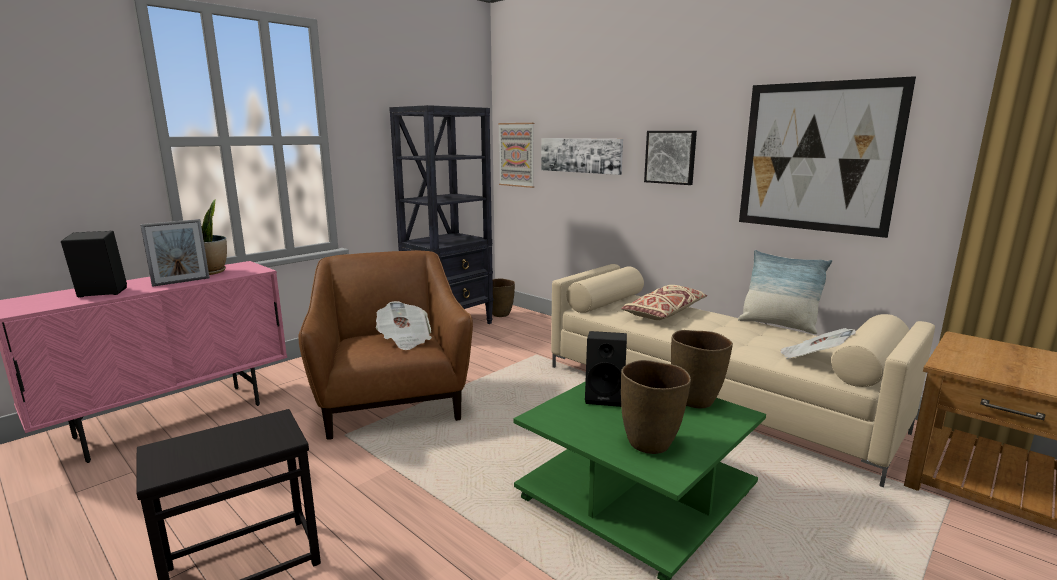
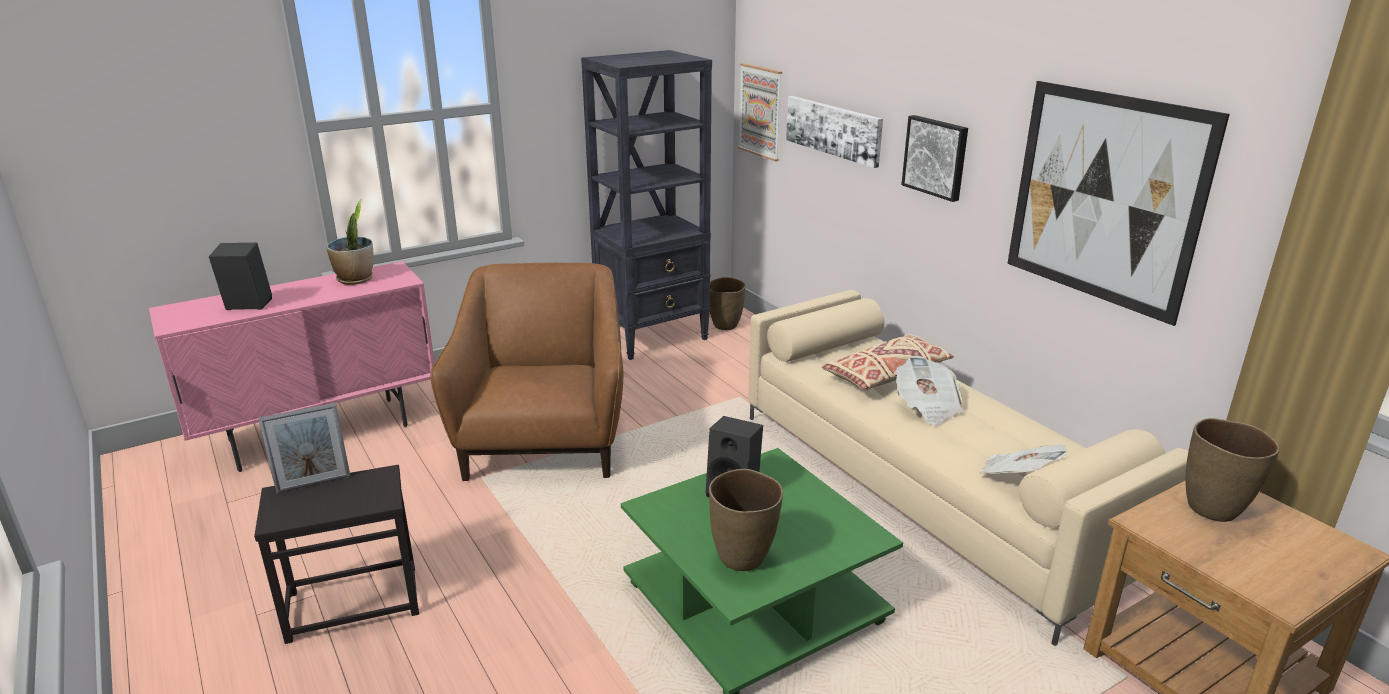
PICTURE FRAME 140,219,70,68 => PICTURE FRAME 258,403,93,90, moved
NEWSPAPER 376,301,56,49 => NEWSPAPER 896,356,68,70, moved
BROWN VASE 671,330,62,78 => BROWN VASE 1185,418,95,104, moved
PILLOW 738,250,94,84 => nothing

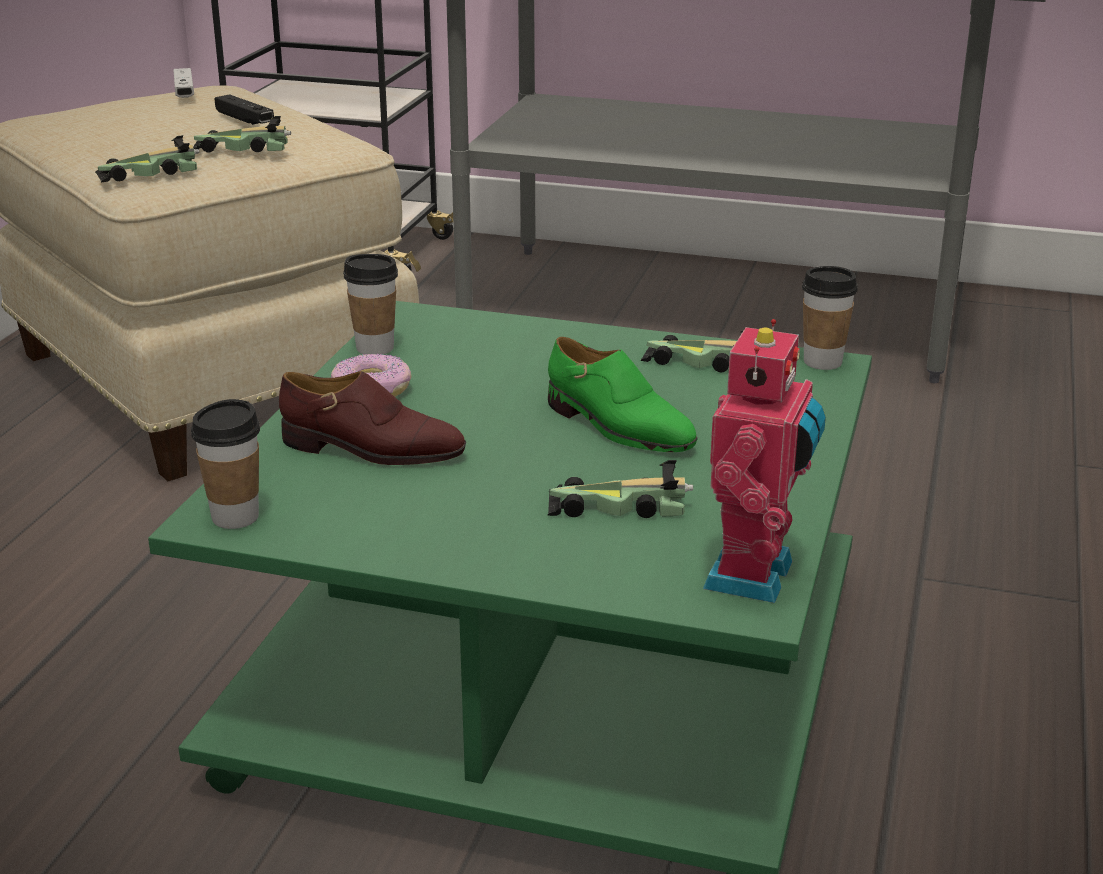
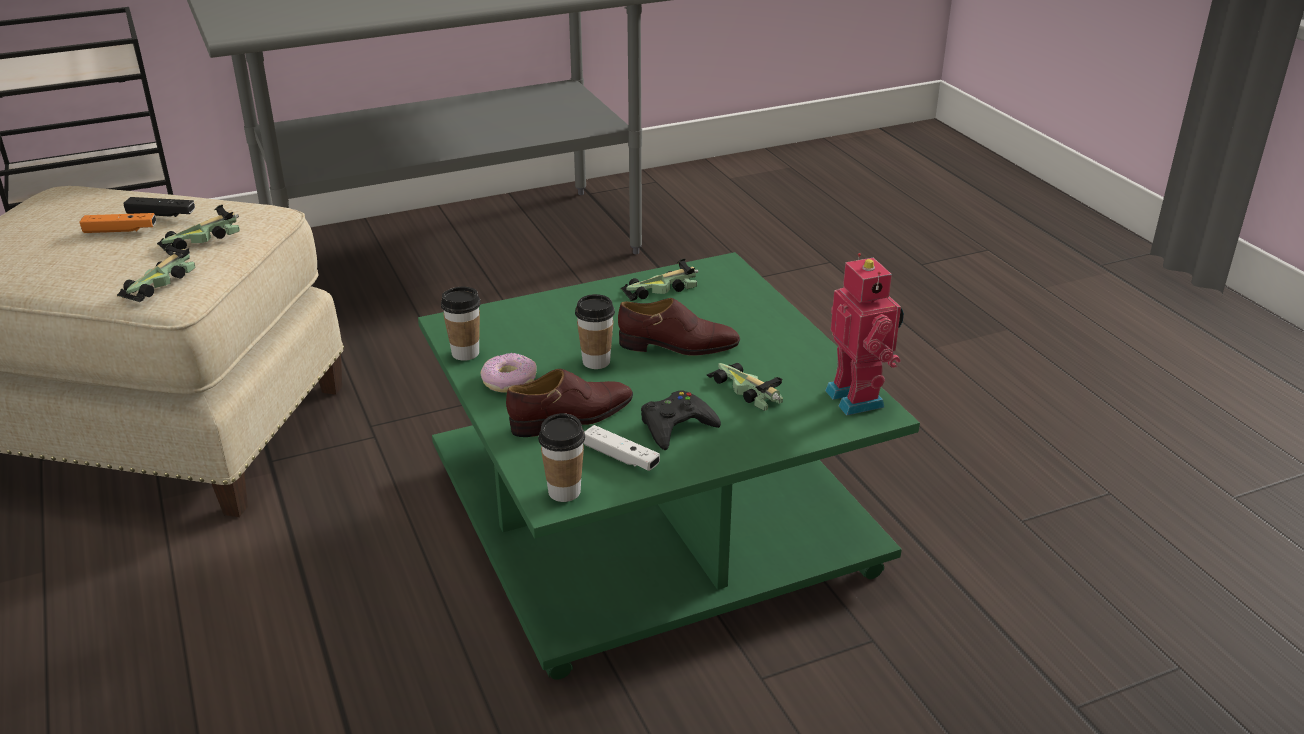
WHITE GAME CONTROLLER 173,68,21,30 => WHITE GAME CONTROLLER 583,425,77,46, moved
GREEN SHOE 548,337,150,115 => BROWN SHOE 618,298,122,58
TOY CAR 548,460,145,58 => TOY CAR 707,363,76,48, 90 degrees clockwise
CUP 802,266,56,104 => CUP 575,294,40,75, moved
nothing => ORANGE GAME CONTROLLER 79,213,77,20
nothing => BLACK GAME CONTROLLER 641,390,80,60

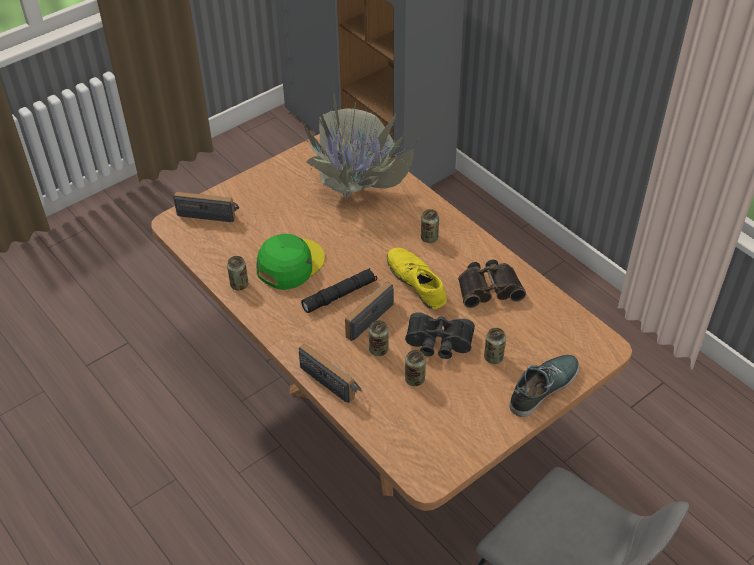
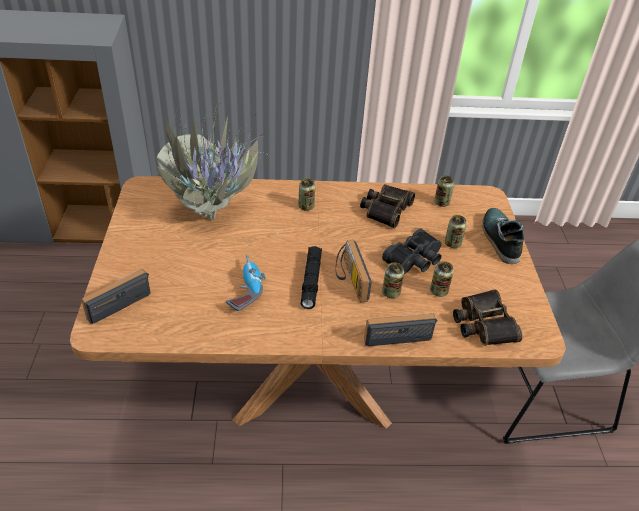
CAN 227,256,21,35 => CAN 434,175,20,32, moved
GREEN CAP 256,234,69,56 => POWER DRILL 226,255,39,56
YELLOW SHOE 387,248,60,61 => nothing
nothing => BINOCULARS 453,289,70,57

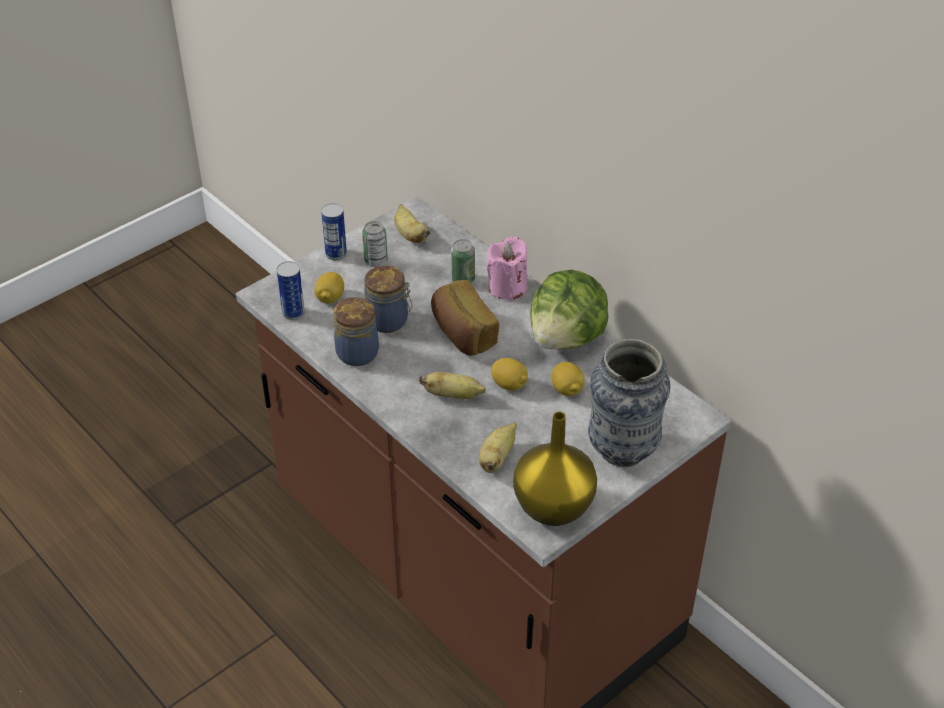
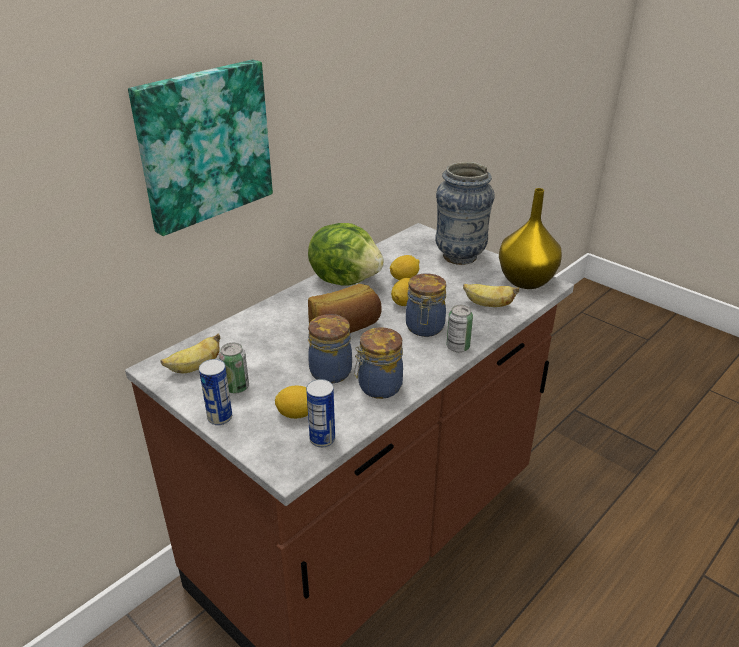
BANANA 419,372,67,27 => JAR 406,273,40,64
CAN 451,239,24,44 => CAN 447,305,26,47, moved
PINK CANDLE 486,237,41,64 => nothing
nothing => PICTURE 128,59,145,177

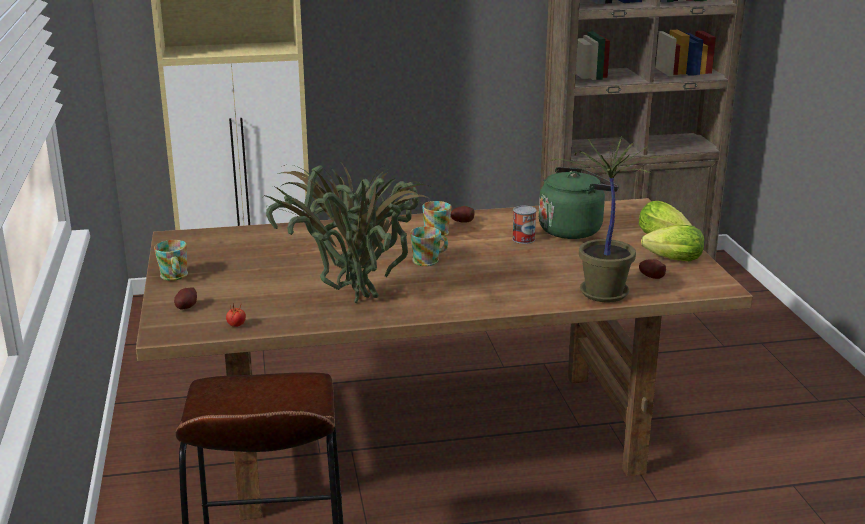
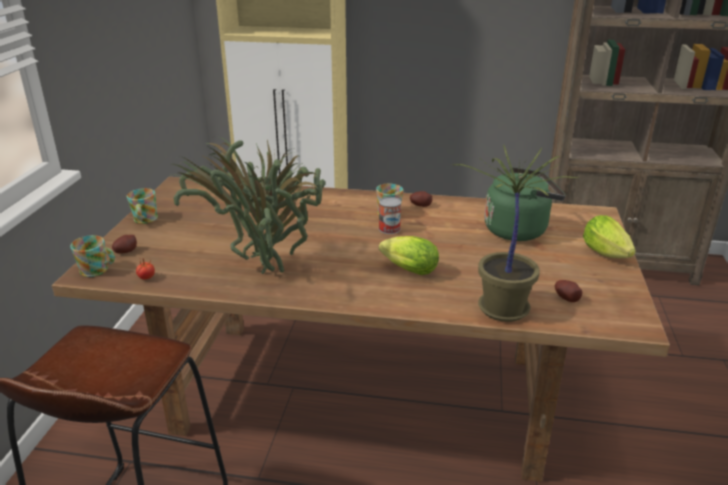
MUG 410,227,38,39 => MUG 70,235,45,42, moved
CAN 512,206,24,38 => CAN 379,197,22,37, moved
LETTUCE 641,225,63,36 => LETTUCE 379,236,60,39, moved

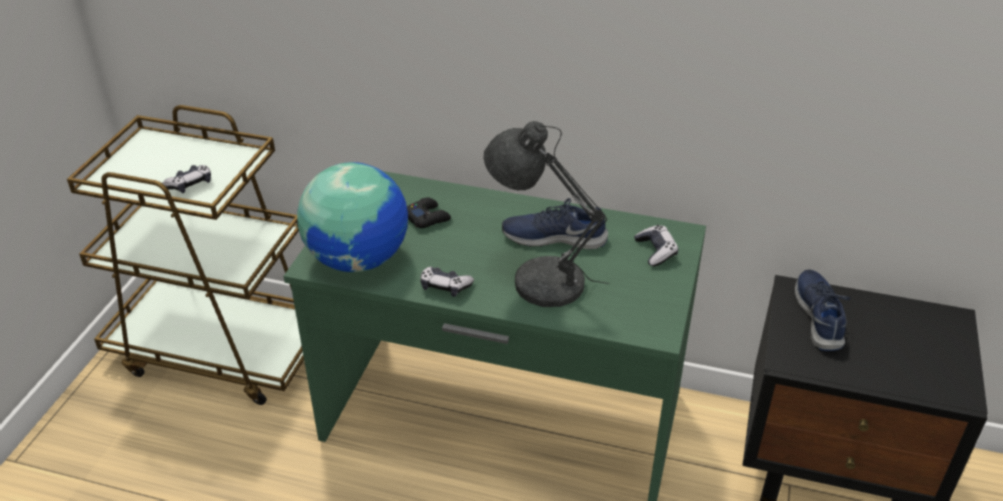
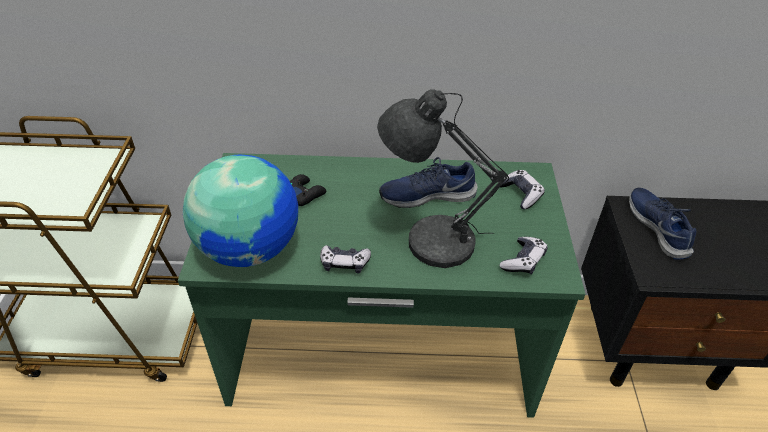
GAME CONTROLLER 163,165,48,28 => GAME CONTROLLER 500,237,48,38, moved

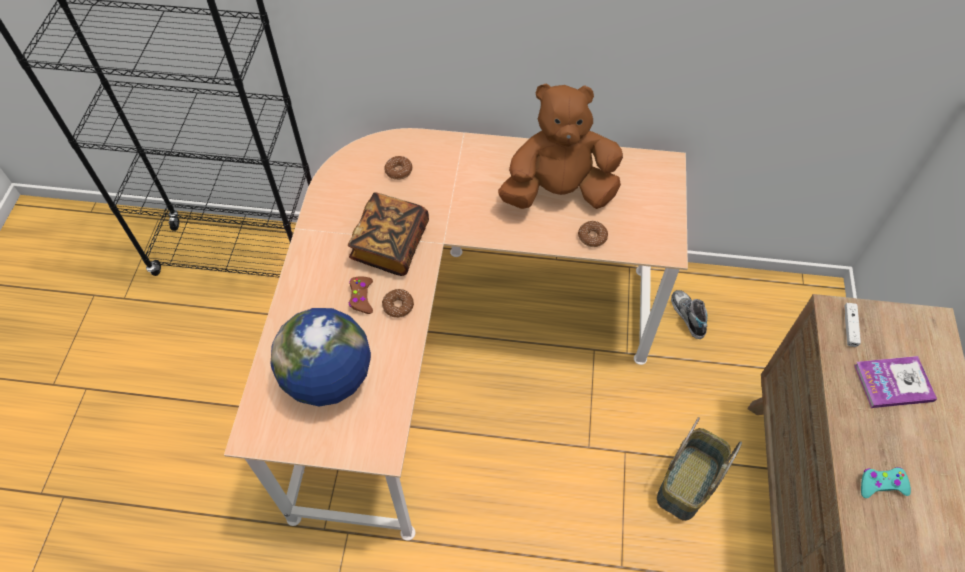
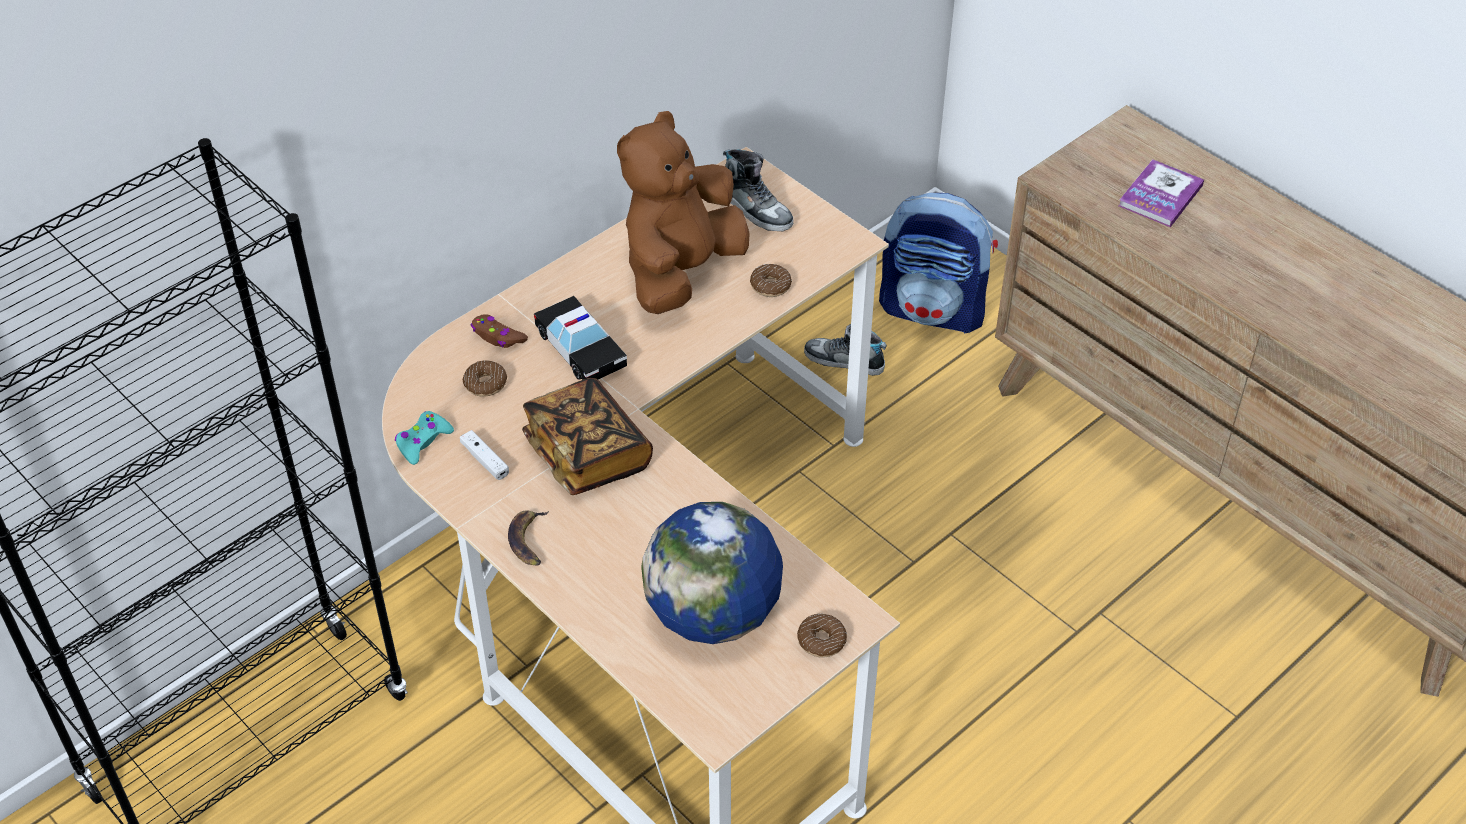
BROWN GAME CONTROLLER 349,276,24,38 => BROWN GAME CONTROLLER 471,314,57,34, moved
DONUT 382,289,32,29 => DONUT 797,614,50,44, moved
BASKET 657,417,85,104 => nothing
WHITE GAME CONTROLLER 844,303,17,44 => WHITE GAME CONTROLLER 460,430,49,50, moved
TURQUOISE GAME CONTROLLER 861,467,50,31 => TURQUOISE GAME CONTROLLER 395,411,59,54, moved
nothing => BANANA 508,510,41,56
nothing => TOY CAR 534,296,93,84
nothing => SHOE 723,149,70,82
nothing => BACKPACK 879,193,119,141

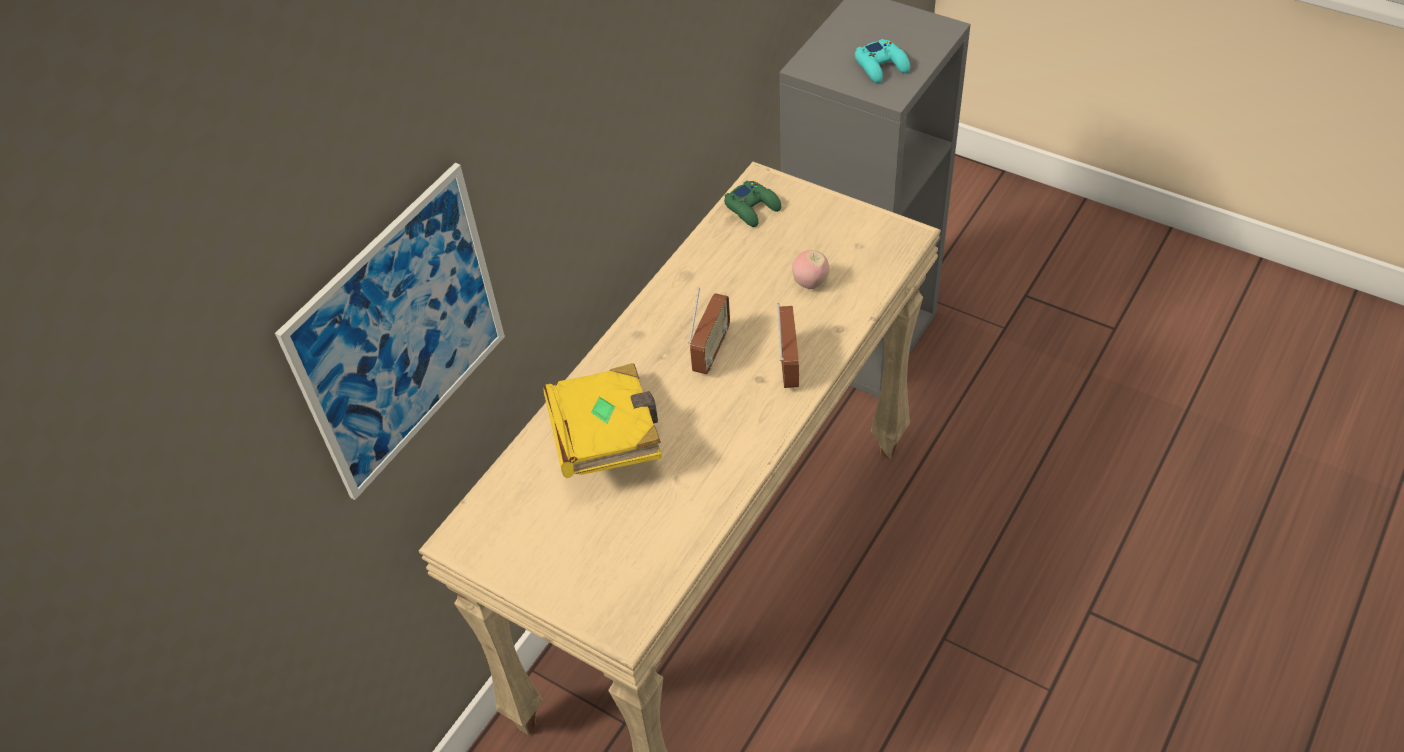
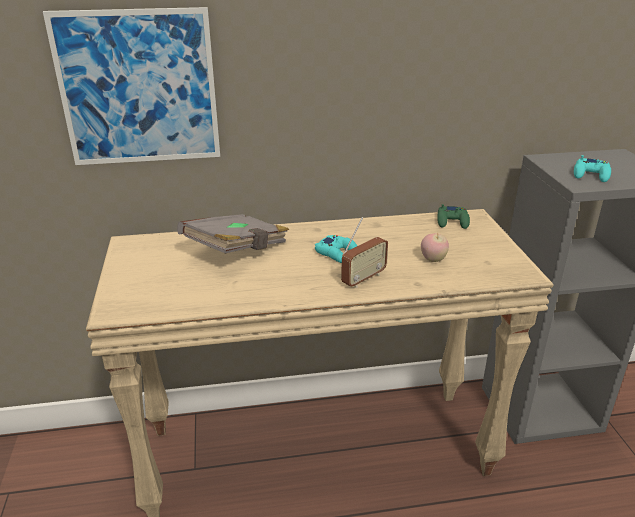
YELLOW BOOK 544,363,118,115 => GREY BOOK 177,214,112,40
RADIO 688,287,42,87 => TURQUOISE GAME CONTROLLER 315,235,42,28

